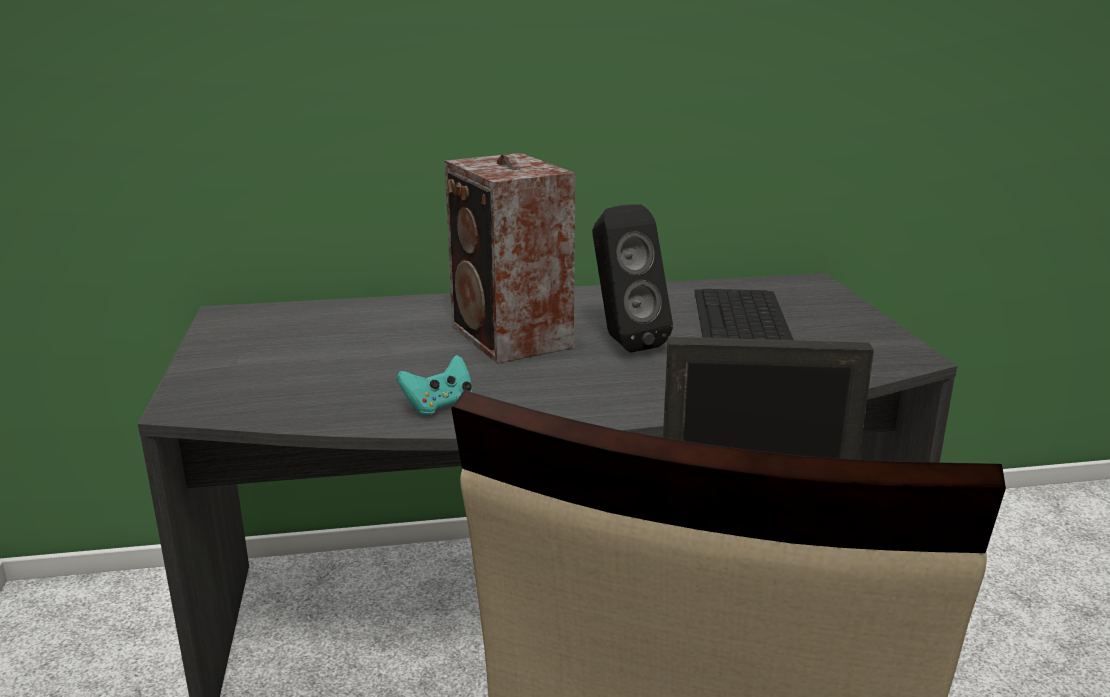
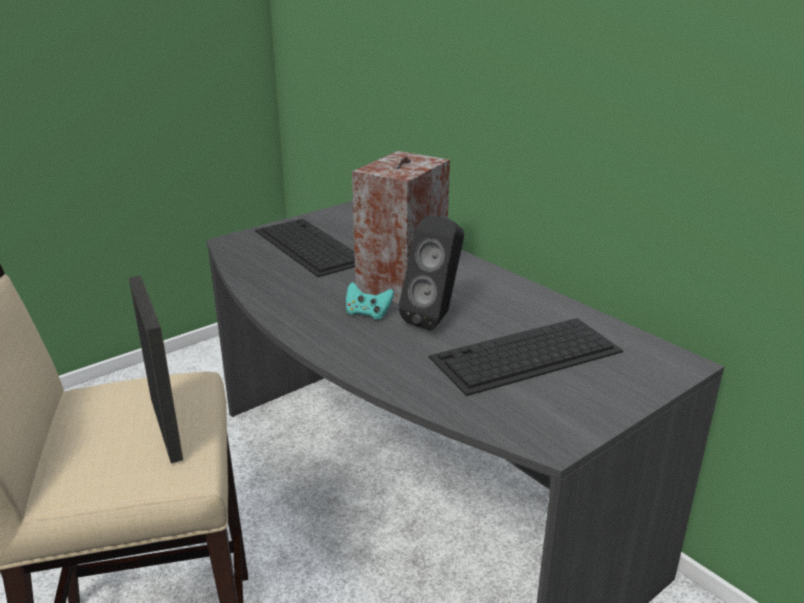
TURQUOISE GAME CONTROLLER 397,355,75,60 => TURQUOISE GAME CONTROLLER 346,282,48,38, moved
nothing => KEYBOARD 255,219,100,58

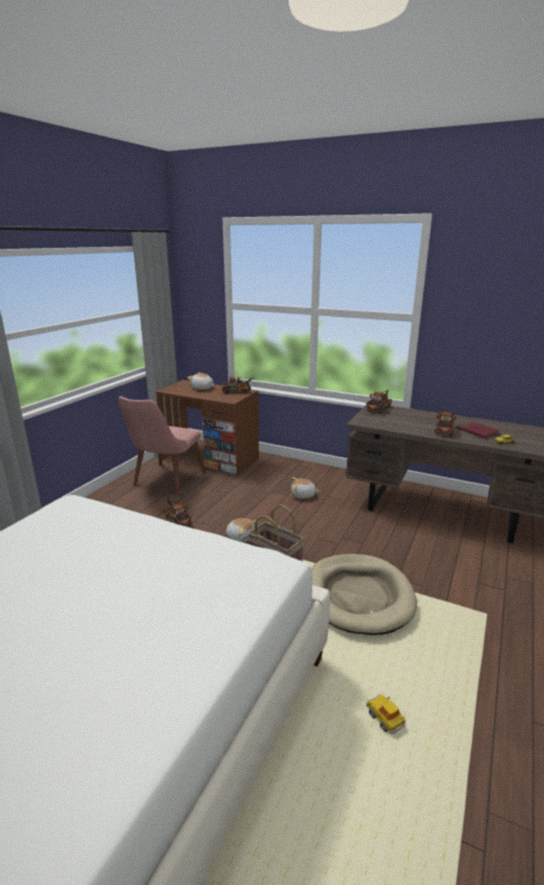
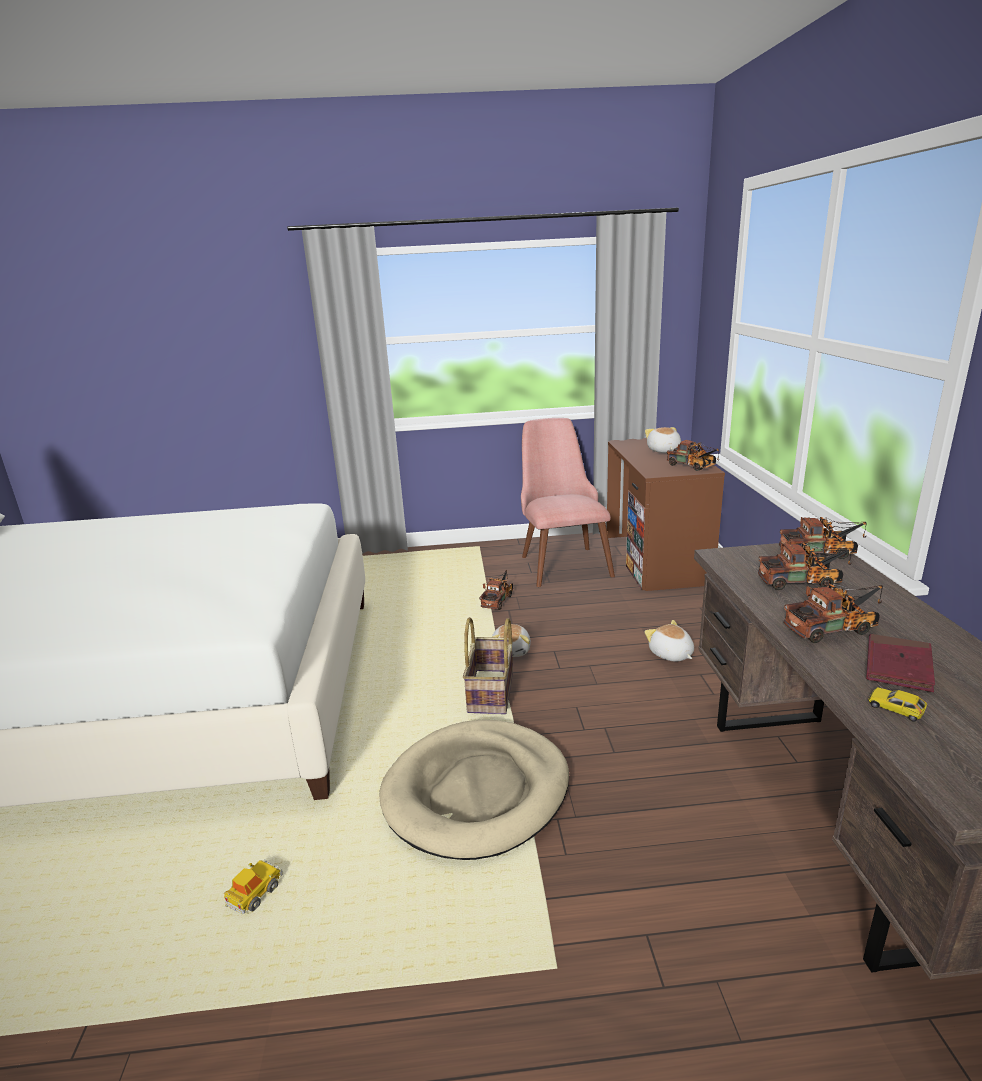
PINK CHAIR 119,396,87,99 => PINK CHAIR 521,418,94,169, 90 degrees clockwise
nothing => TOY TRUCK 758,543,94,47

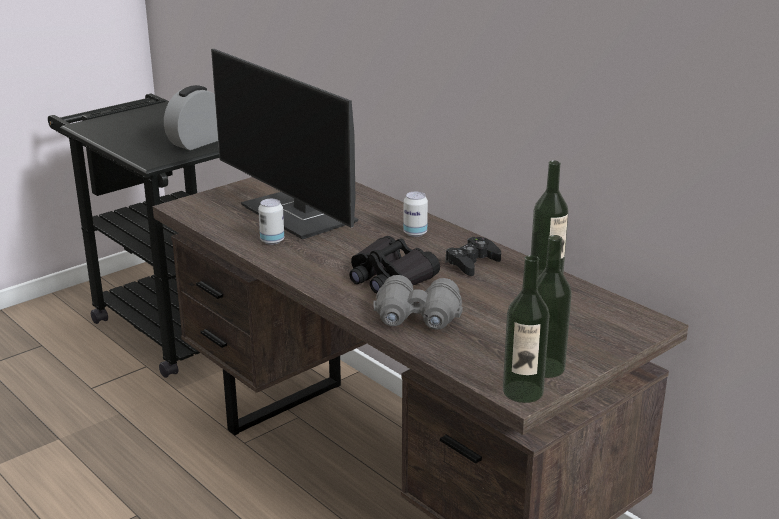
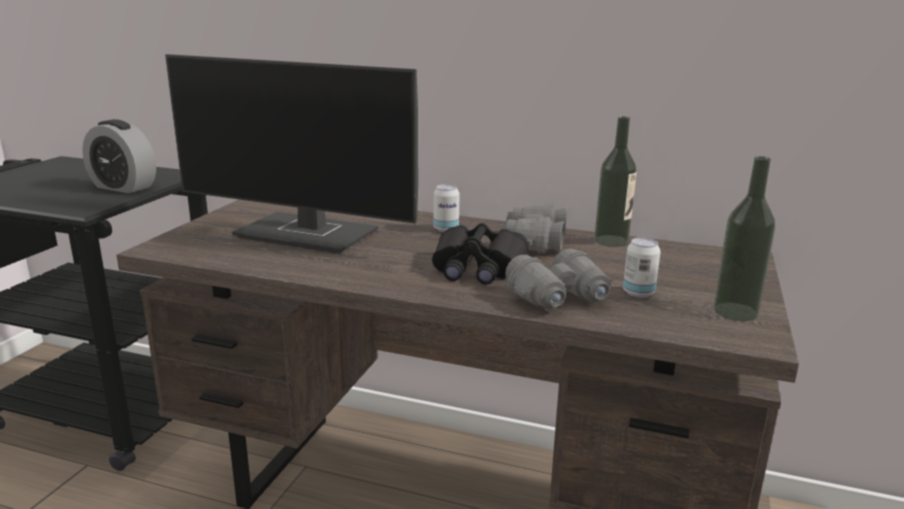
ALARM CLOCK 164,85,54,65 => ALARM CLOCK 82,119,74,75, 75 degrees counterclockwise
CAN 258,199,26,46 => CAN 623,237,38,61, moved
BLACK GAME CONTROLLER 445,237,56,39 => GREY BINOCULARS 500,204,67,50
BOTTLE 503,255,46,148 => nothing

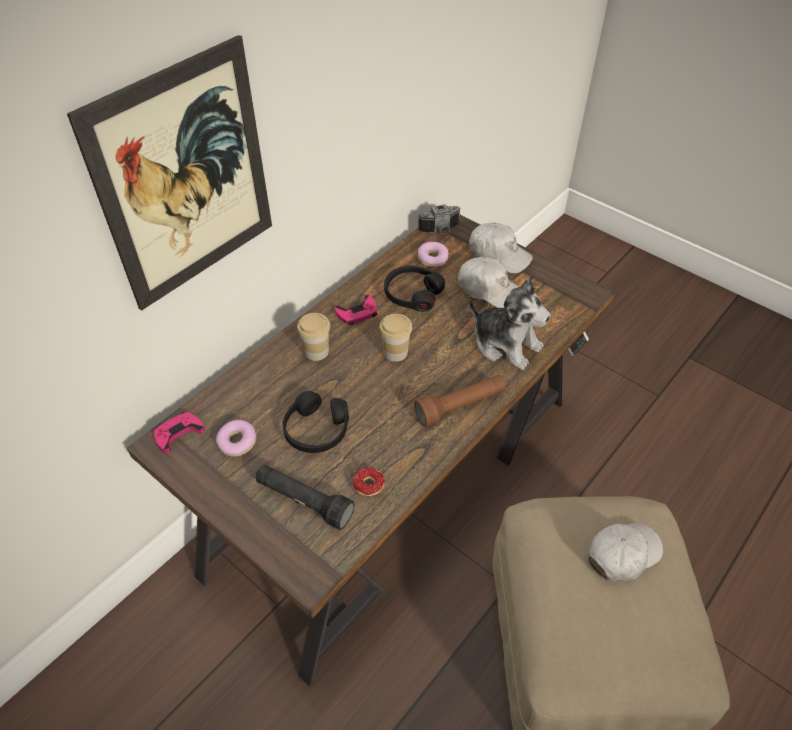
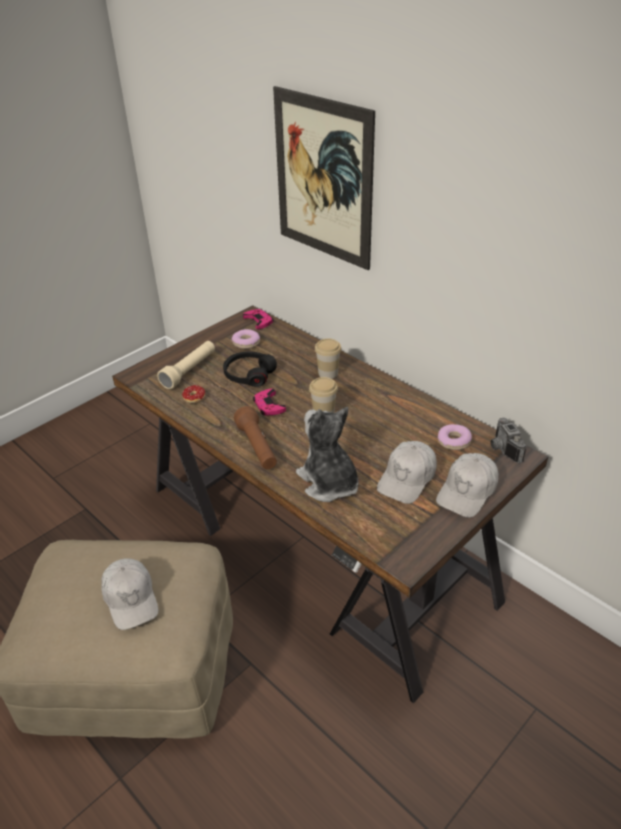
BLACK FLASHLIGHT 256,465,99,65 => BEIGE FLASHLIGHT 157,341,58,48
PINK GAME CONTROLLER 335,295,42,30 => PINK GAME CONTROLLER 253,389,33,27, moved
BLACK HEADPHONES 384,266,61,46 => nothing
PLUSH TOY 469,278,82,92 => PLUSH TOY 296,407,63,95, 105 degrees clockwise

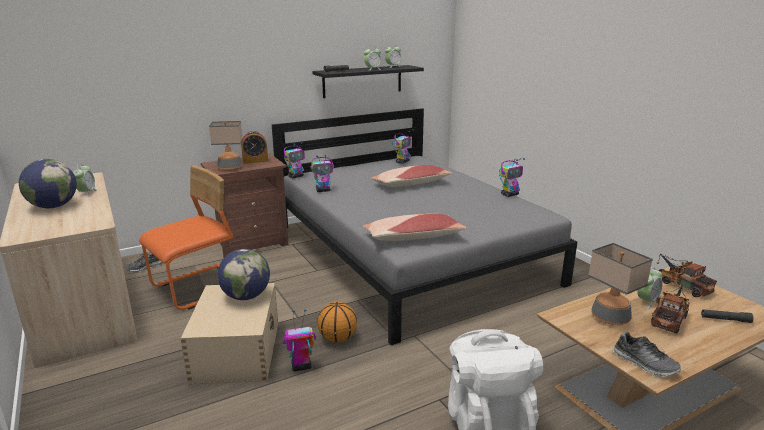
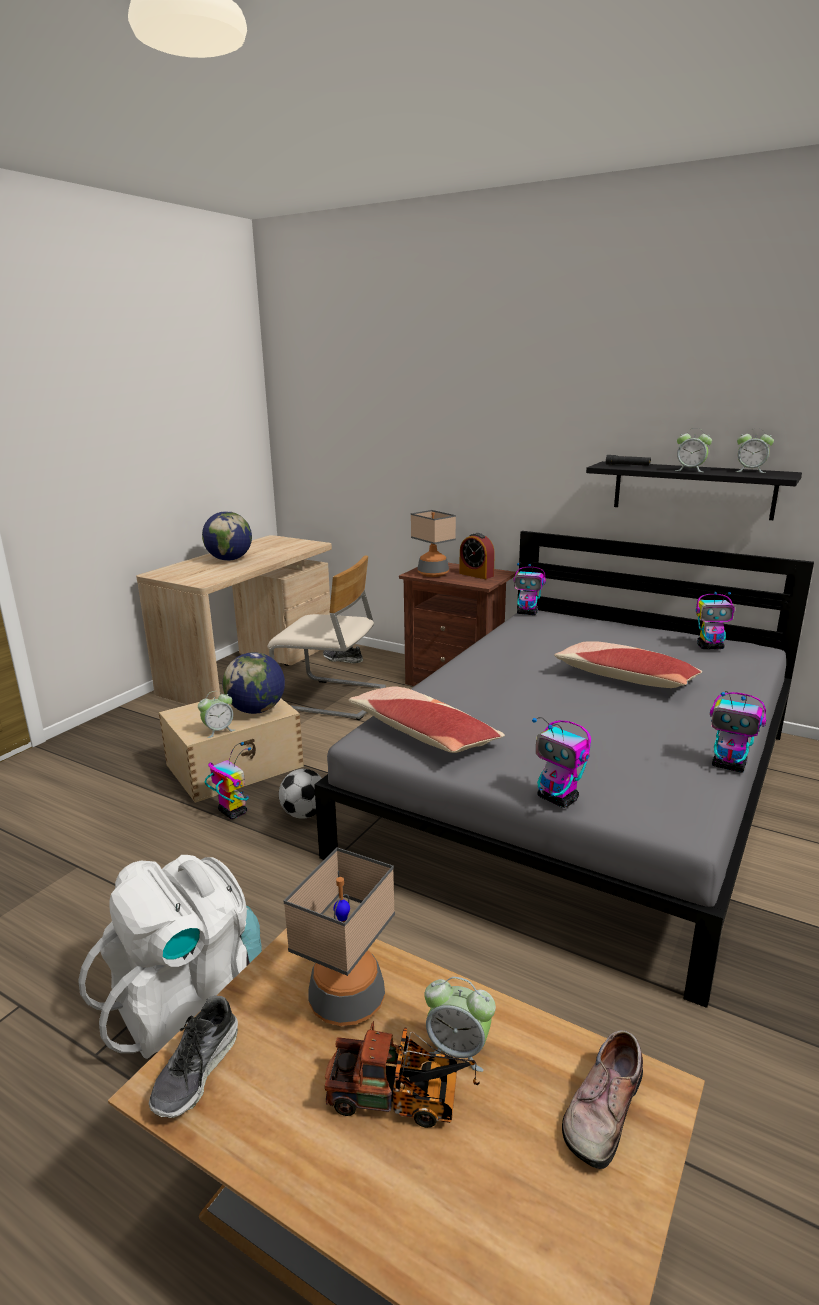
ALARM CLOCK 73,164,24,33 => ALARM CLOCK 198,691,37,47, moved
ORANGE CHAIR 139,165,94,145 => BEIGE CHAIR 267,556,119,164
TOY ROBOT 311,155,23,37 => TOY ROBOT 532,717,59,91, moved
BASKETBALL 317,302,40,40 => FOOTBALL 279,769,43,50
TOY TRUCK 657,254,60,43 => SHOE 562,1030,81,139
BLACK FLASHLIGHT 701,309,53,14 => nothing

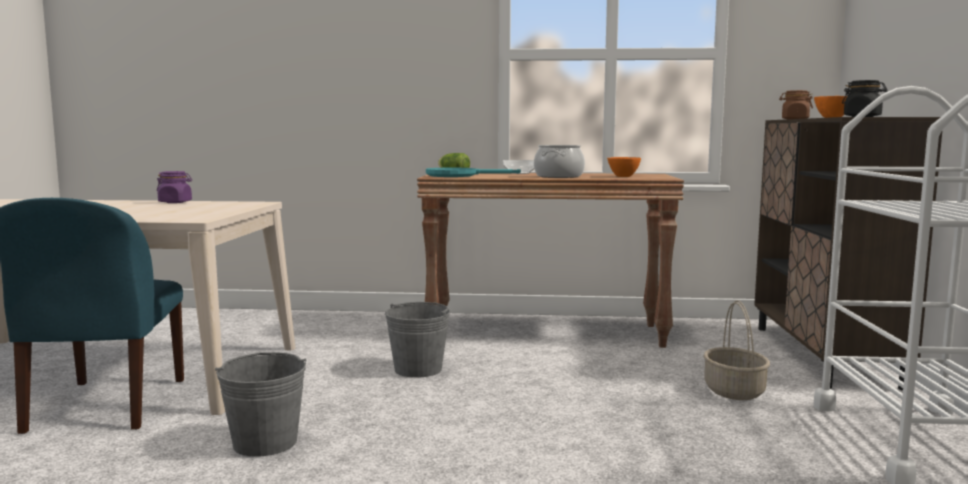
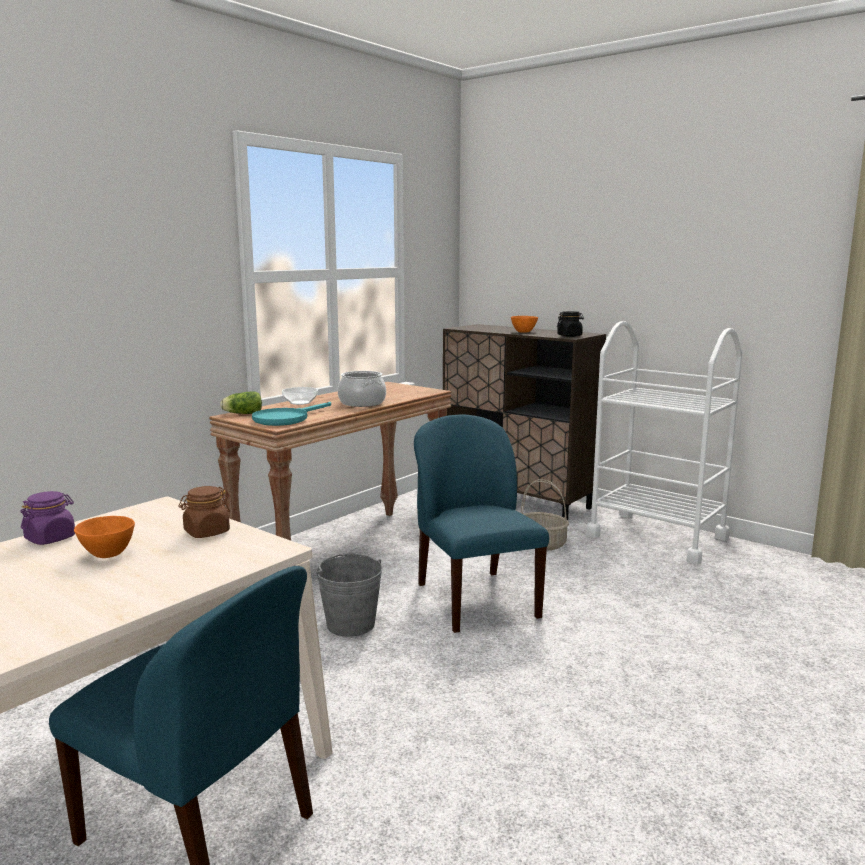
GREY BUCKET 215,352,92,105 => nothing
ORANGE BOWL 607,157,34,20 => ORANGE BOWL 74,516,61,42, moved
BROWN JAR 779,90,34,29 => BROWN JAR 178,486,52,52, moved
nothing => BLUE CHAIR 414,415,135,218

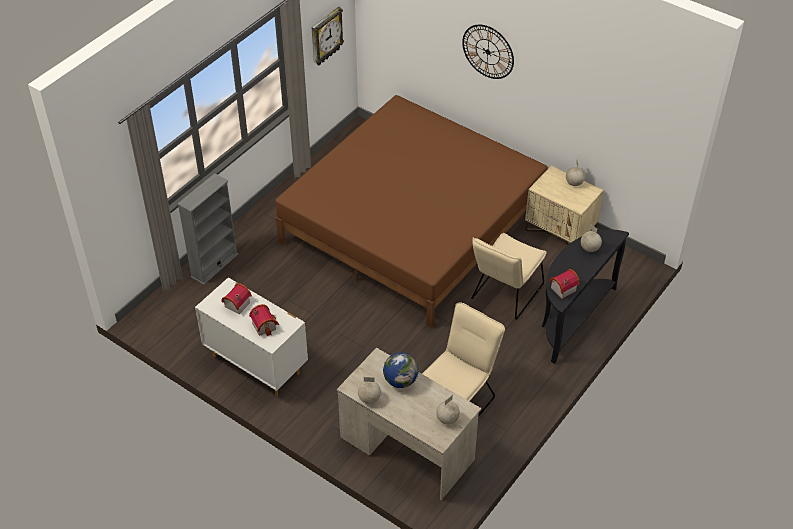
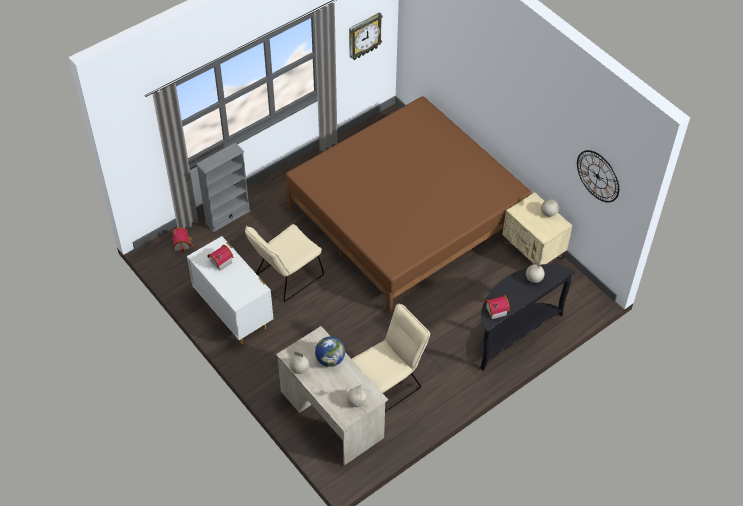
TOY HOUSE 249,304,30,33 => TOY HOUSE 172,228,21,25, moved
WALL CLOCK 462,24,52,55 => WALL CLOCK 577,150,42,52, moved
BEIGE CHAIR 471,233,76,87 => BEIGE CHAIR 245,224,79,78, moved

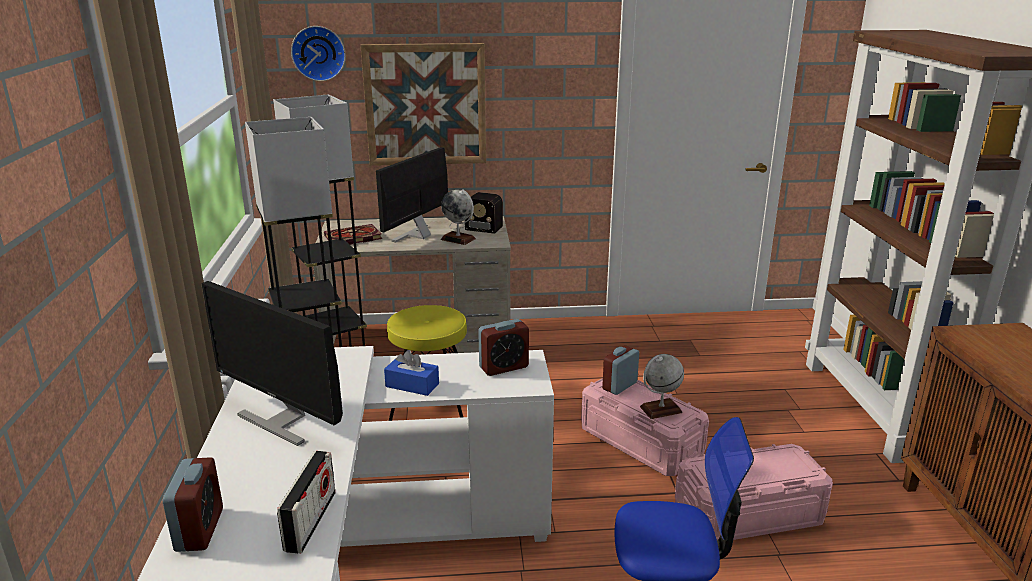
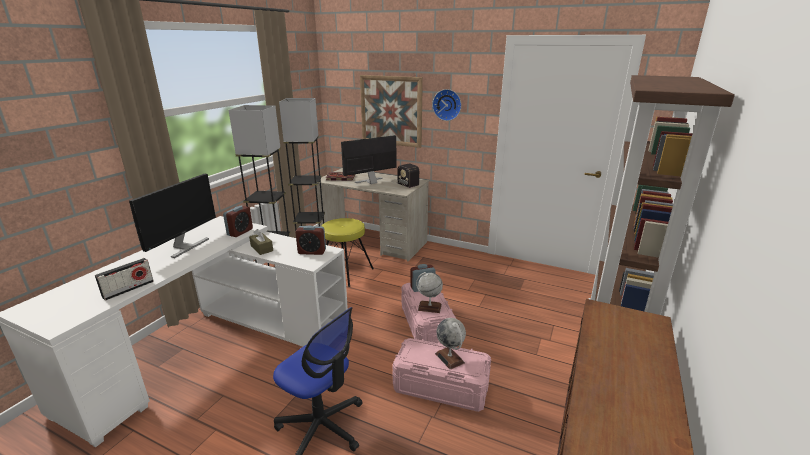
ALARM CLOCK 163,457,60,95 => ALARM CLOCK 223,206,30,31, moved
MONITOR 201,281,142,165 => MONITOR 129,174,87,84, 135 degrees counterclockwise
WALL CLOCK 291,26,55,55 => WALL CLOCK 432,89,29,32, moved
BLUE TISSUE BOX 384,350,55,46 => BROWN TISSUE BOX 249,229,24,26
GLOBE 441,189,35,56 => GLOBE 435,318,31,52, moved

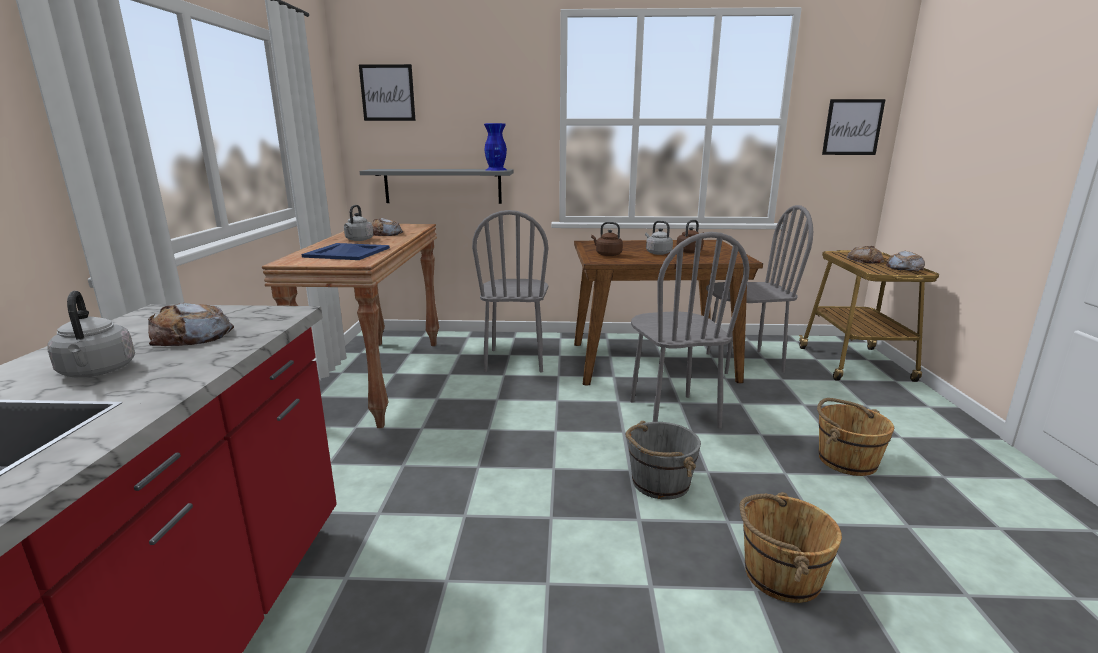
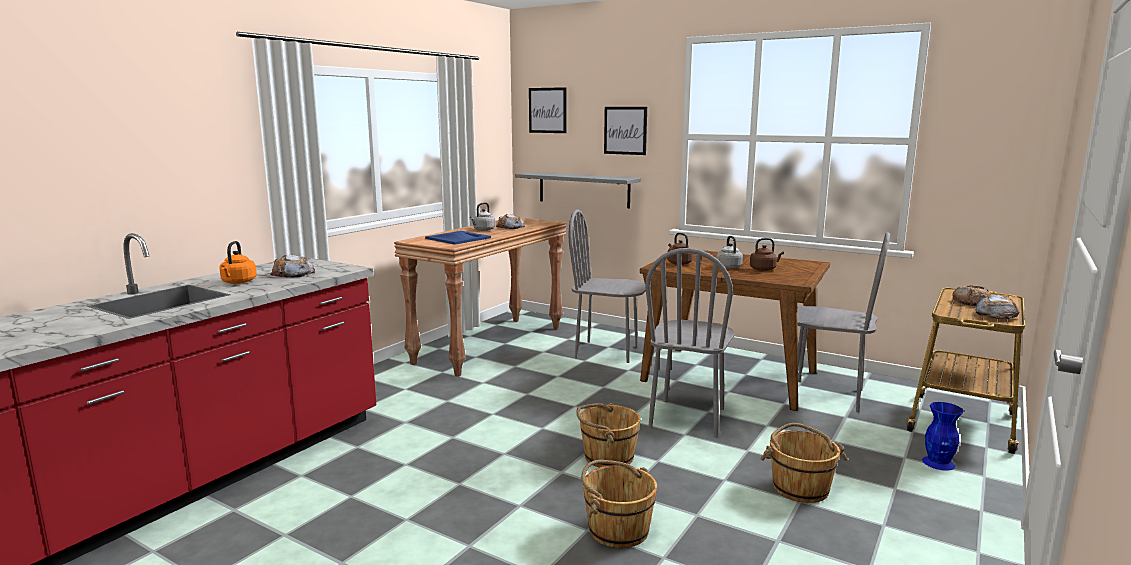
GREY KETTLE 47,291,88,86 => ORANGE KETTLE 219,241,38,43
GREY CHAIR 472,210,76,163 => GREY CHAIR 569,210,77,153, 75 degrees clockwise
BLUE VASE 484,123,23,48 => BLUE VASE 922,402,41,69, moved
GREY BUCKET 625,421,76,79 => BROWN BUCKET 576,403,65,65
PICTURE 822,99,64,56 => PICTURE 604,107,43,48, moved

